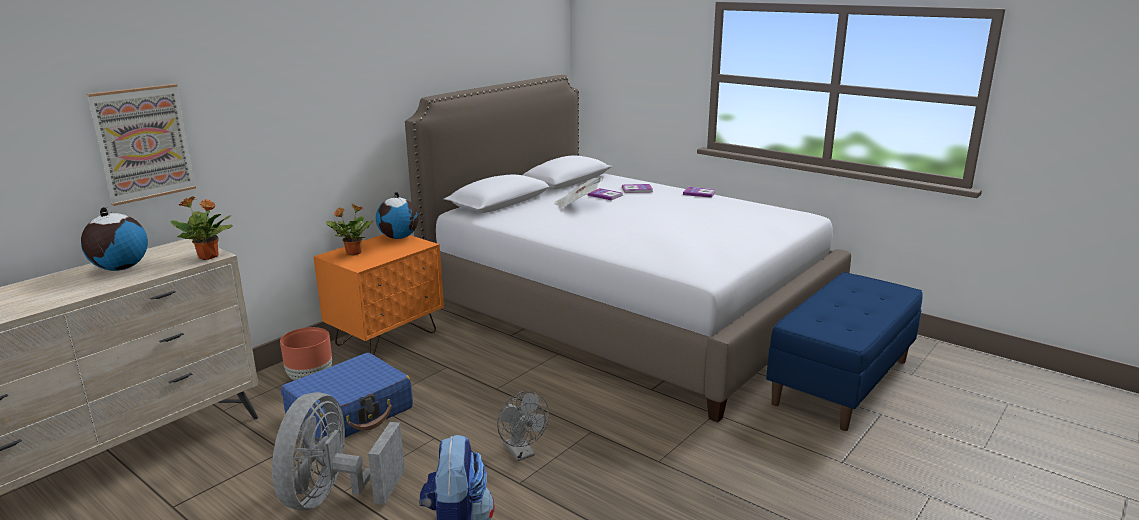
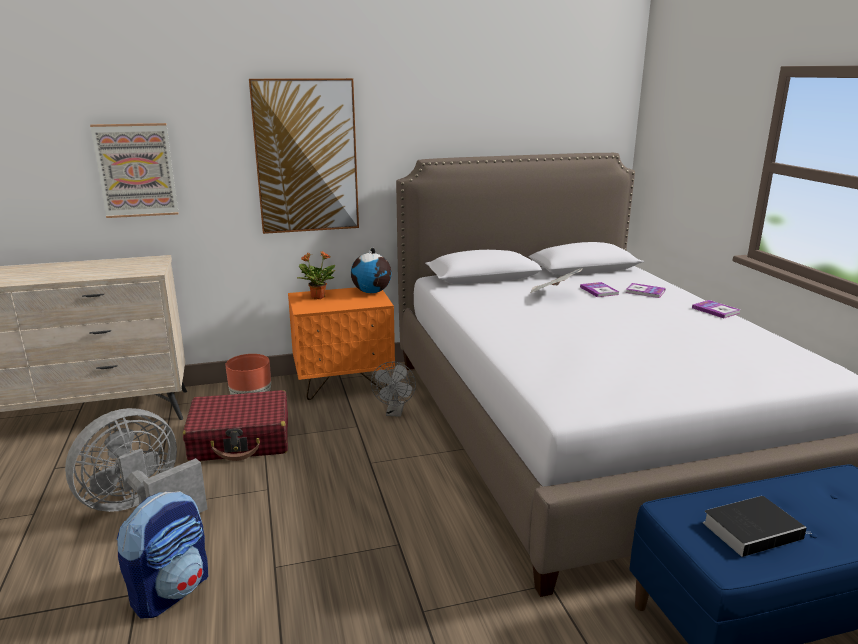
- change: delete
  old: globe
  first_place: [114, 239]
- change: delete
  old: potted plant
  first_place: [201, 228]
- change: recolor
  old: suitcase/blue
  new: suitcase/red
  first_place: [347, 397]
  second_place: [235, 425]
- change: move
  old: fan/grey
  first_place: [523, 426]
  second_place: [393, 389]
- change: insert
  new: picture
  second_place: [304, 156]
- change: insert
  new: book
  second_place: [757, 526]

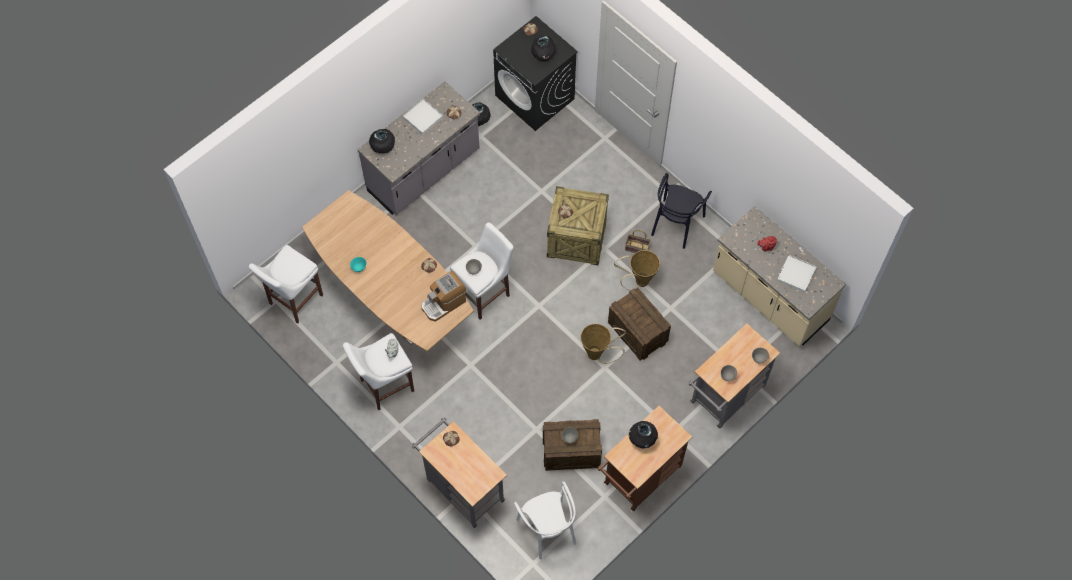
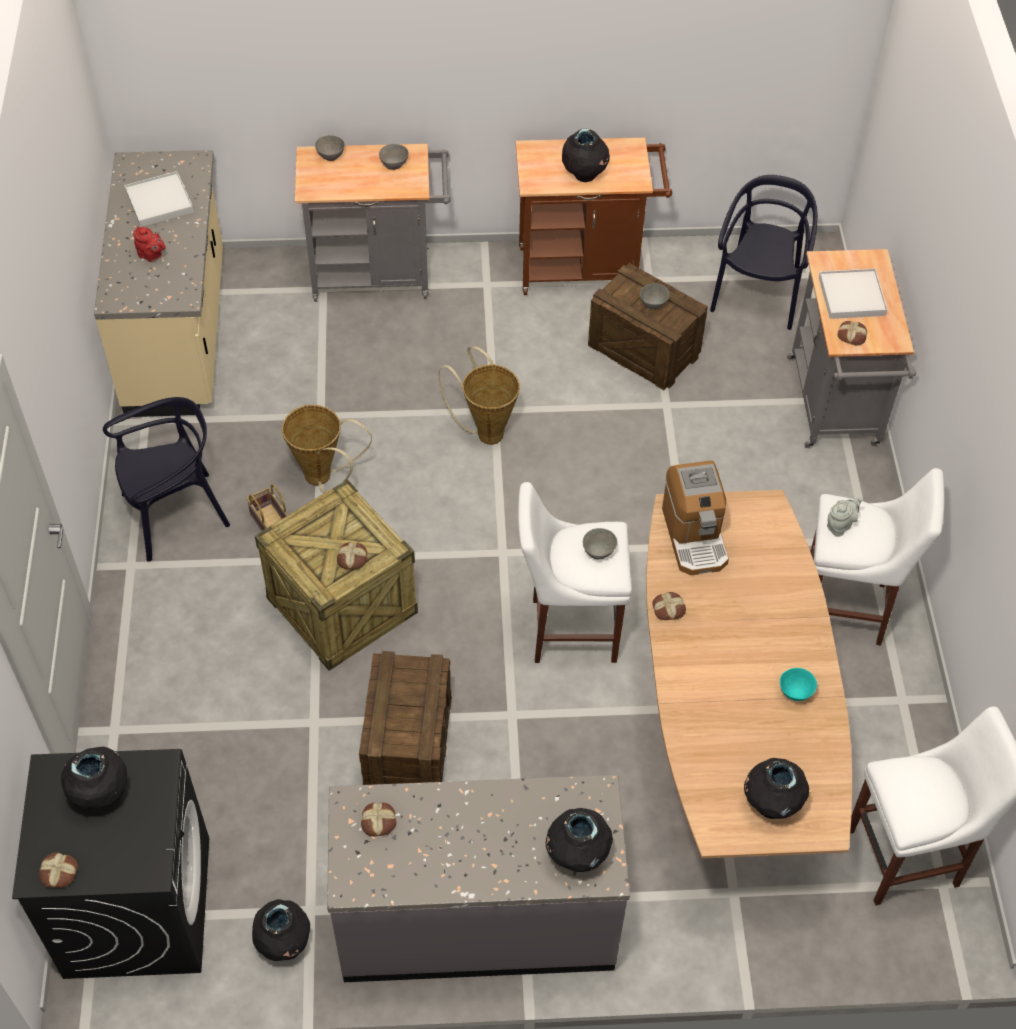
- change: move
  old: tray/white
  first_place: [423, 117]
  second_place: [853, 293]
- change: rotate
  old: coffee machine
  first_place: [444, 296]
  second_place: [695, 517]
  degrees: 75
- change: recolor
  old: chair/white
  new: chair/black
  first_place: [545, 520]
  second_place: [764, 252]
- change: move
  old: crate
  first_place: [639, 324]
  second_place: [405, 718]
- change: insert
  new: vase/black
  second_place: [776, 788]

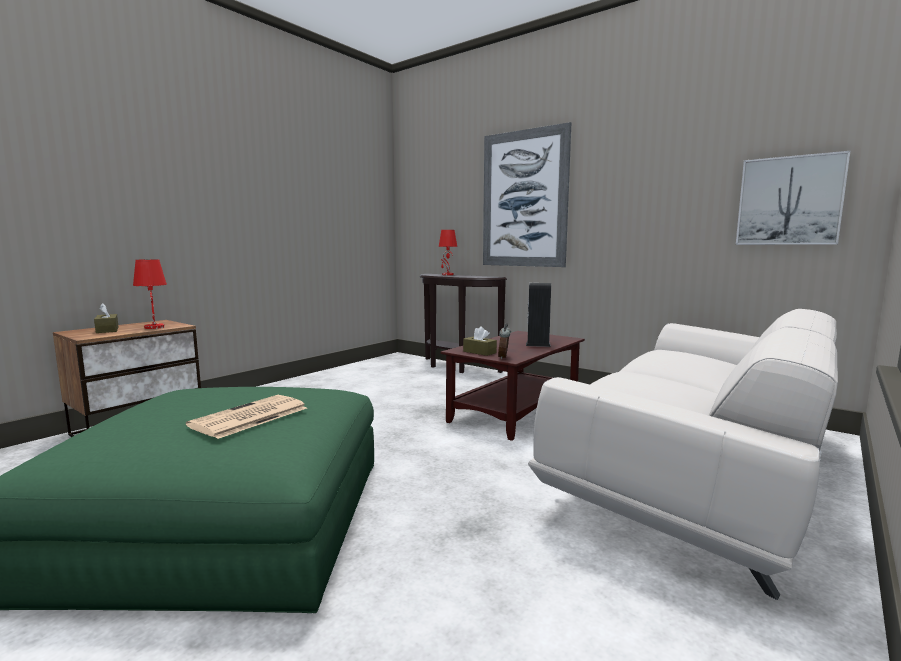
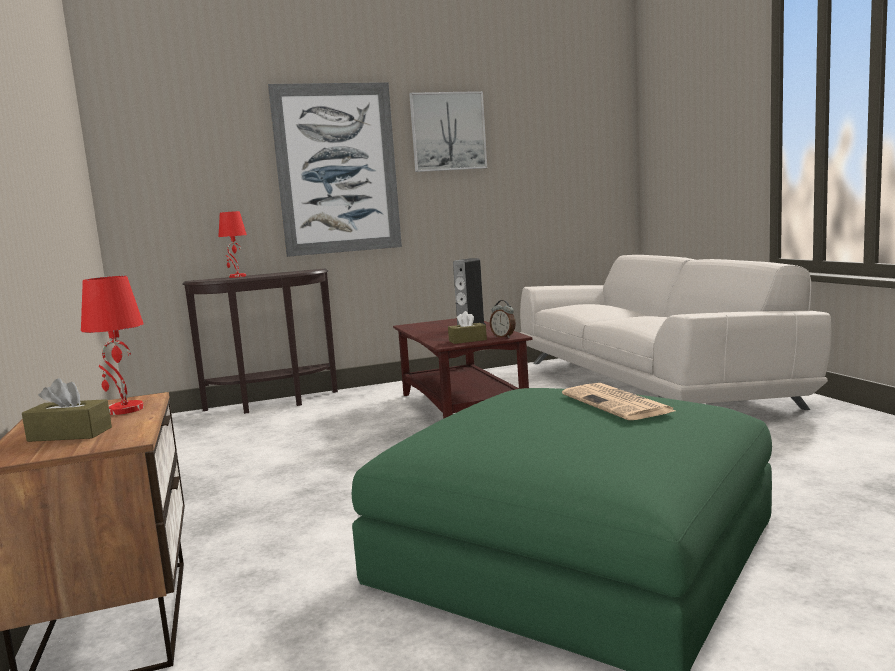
- change: move
  old: picture
  first_place: [793, 198]
  second_place: [448, 131]

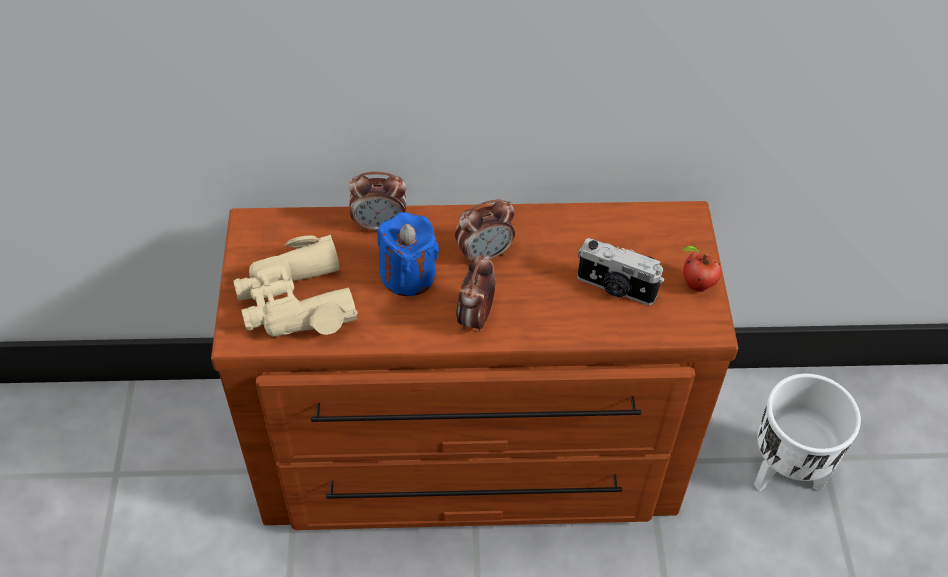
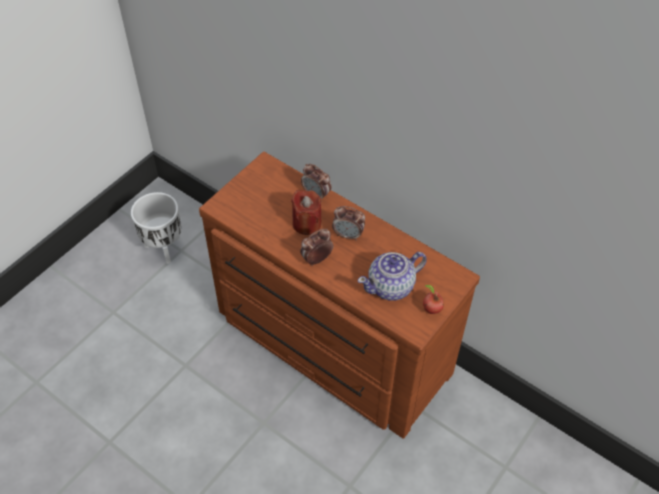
- change: delete
  old: binoculars/beige
  first_place: [296, 286]
- change: recolor
  old: candle/blue
  new: candle/red
  first_place: [408, 254]
  second_place: [306, 212]
- change: replace
  old: photo camera
  new: teapot
  first_place: [620, 271]
  second_place: [392, 276]
- change: move
  old: planter/white
  first_place: [807, 432]
  second_place: [156, 228]

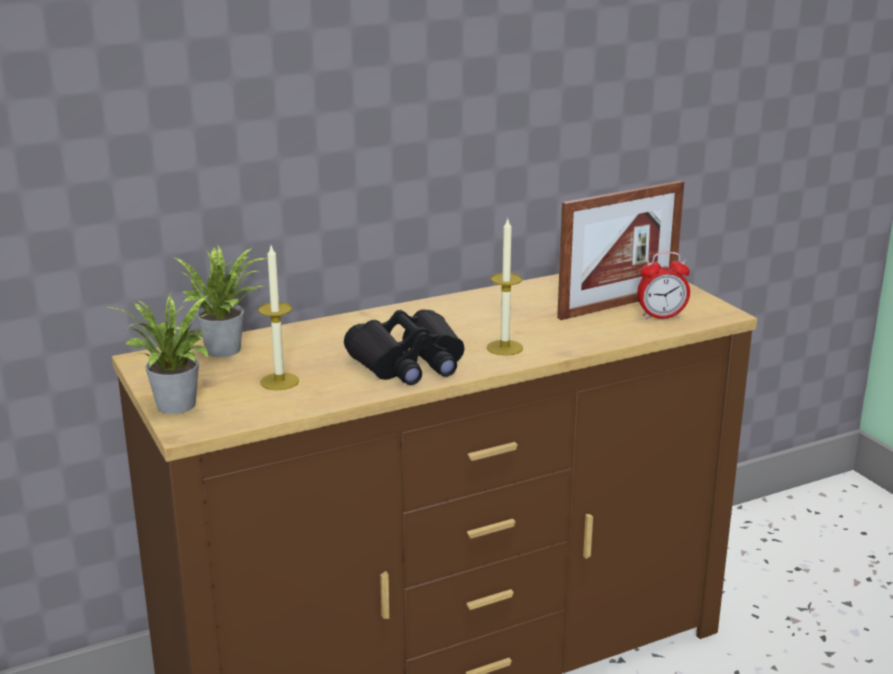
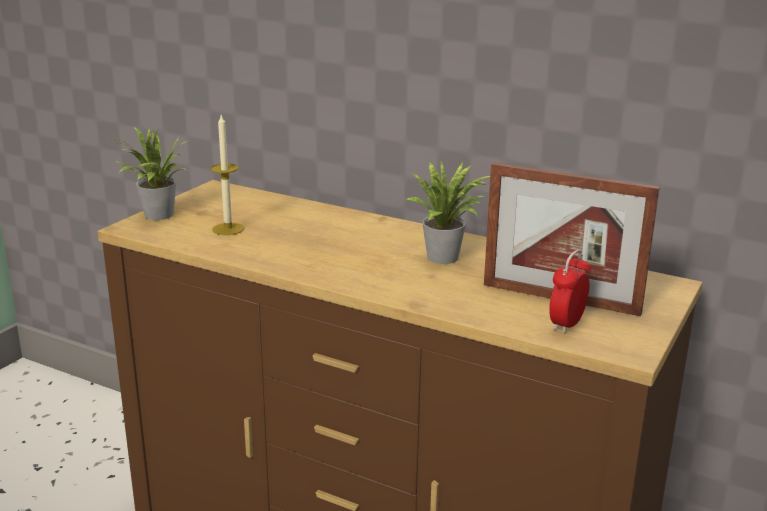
- change: move
  old: potted plant
  first_place: [220, 300]
  second_place: [448, 212]
- change: delete
  old: binoculars/black
  first_place: [404, 347]
- change: delete
  old: candle
  first_place: [505, 287]
- change: rotate
  old: alarm clock
  first_place: [663, 285]
  second_place: [570, 291]
  degrees: 75

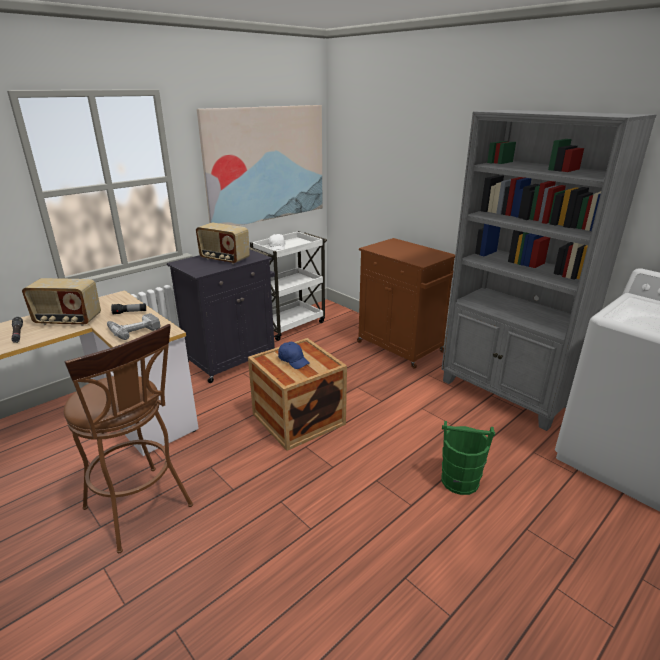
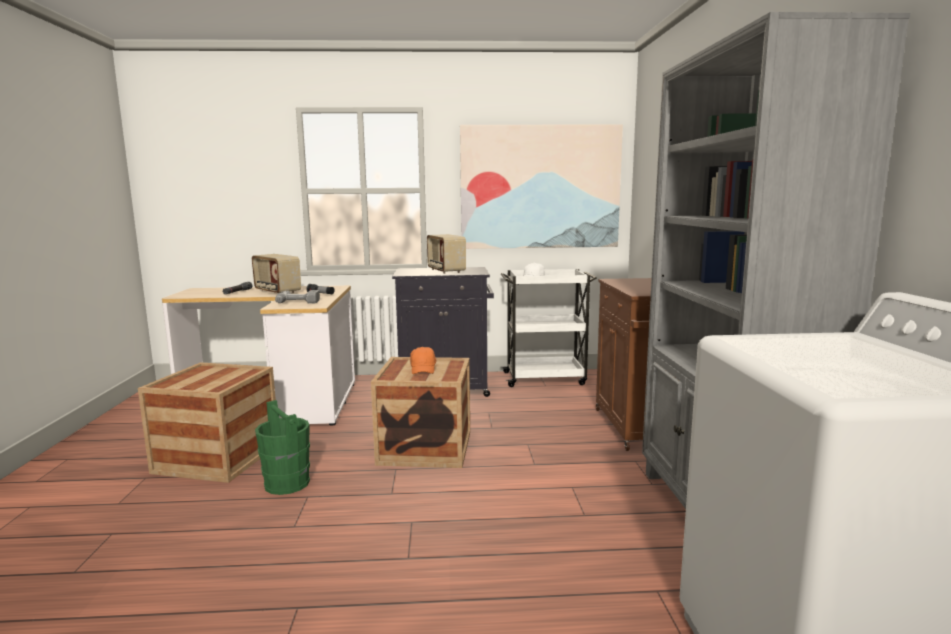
- change: replace
  old: stool/brown
  new: crate
  first_place: [128, 438]
  second_place: [207, 422]
- change: recolor
  old: cap/blue
  new: cap/orange
  first_place: [294, 355]
  second_place: [423, 360]
- change: move
  old: bucket/green
  first_place: [468, 458]
  second_place: [282, 447]

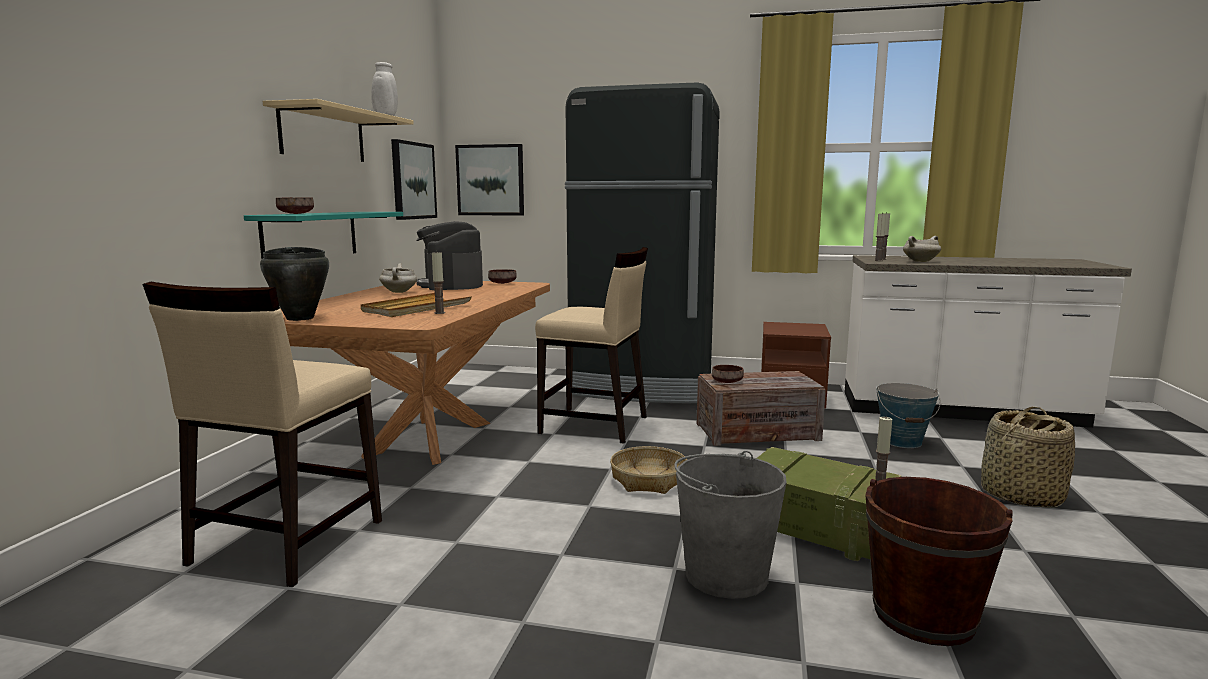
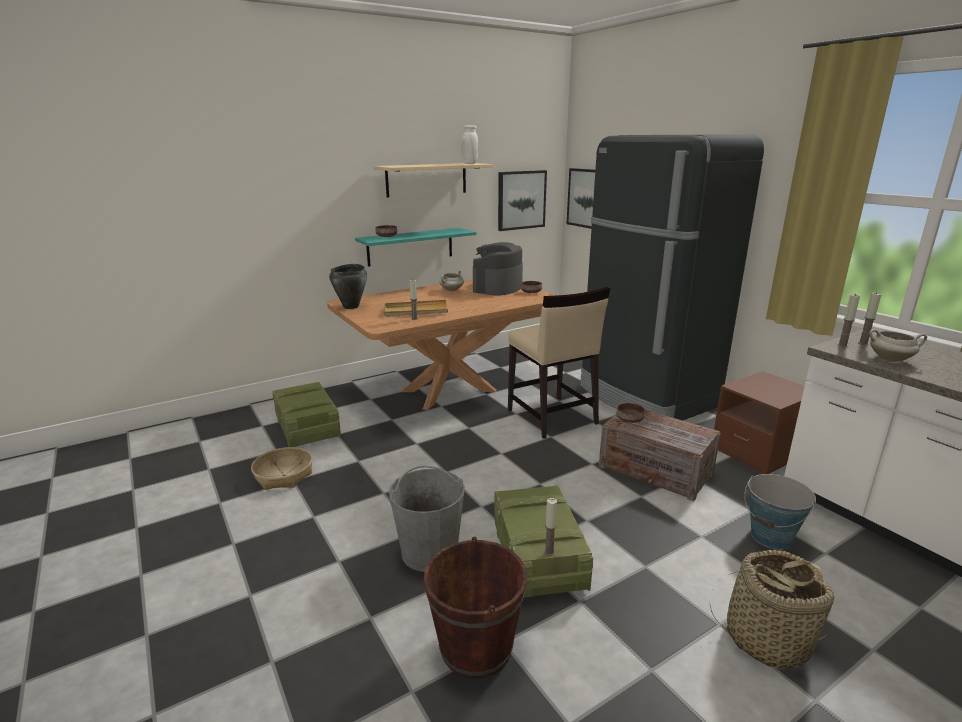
- change: replace
  old: chair/beige
  new: crate
  first_place: [262, 434]
  second_place: [306, 414]
- change: move
  old: basket
  first_place: [648, 470]
  second_place: [281, 468]

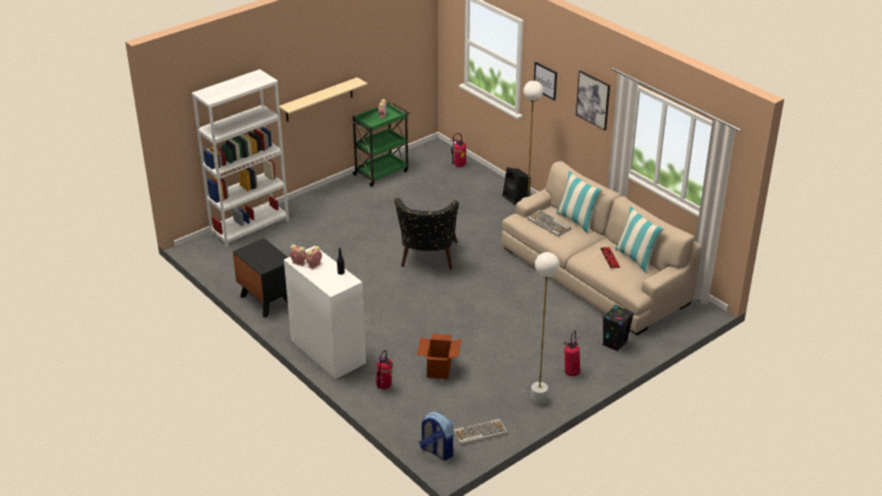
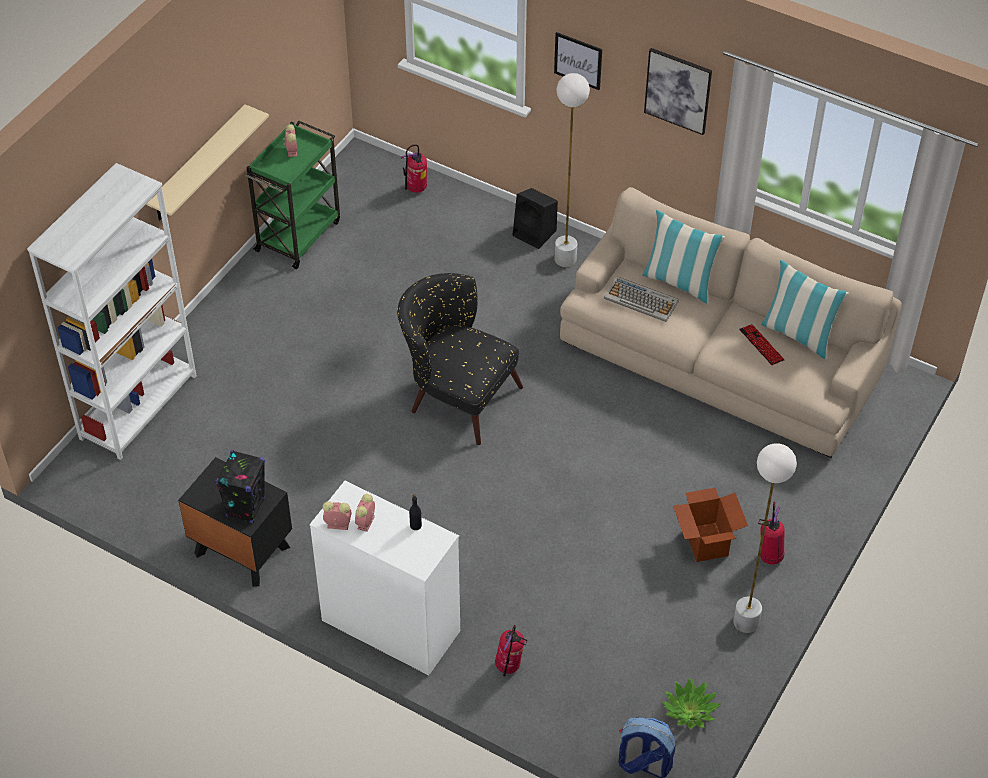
- change: rotate
  old: armchair/black
  first_place: [427, 234]
  second_place: [460, 359]
  degrees: 135
- change: move
  old: cardboard box
  first_place: [439, 356]
  second_place: [710, 524]
- change: replace
  old: keyboard
  new: potted plant
  first_place: [480, 432]
  second_place: [692, 704]
- change: move
  old: speaker/black
  first_place: [618, 328]
  second_place: [240, 486]

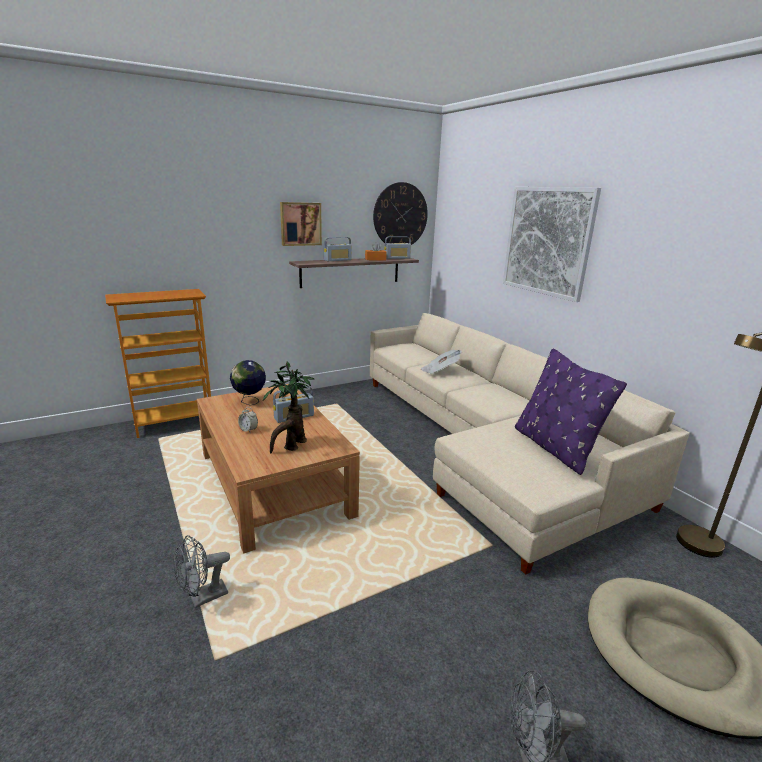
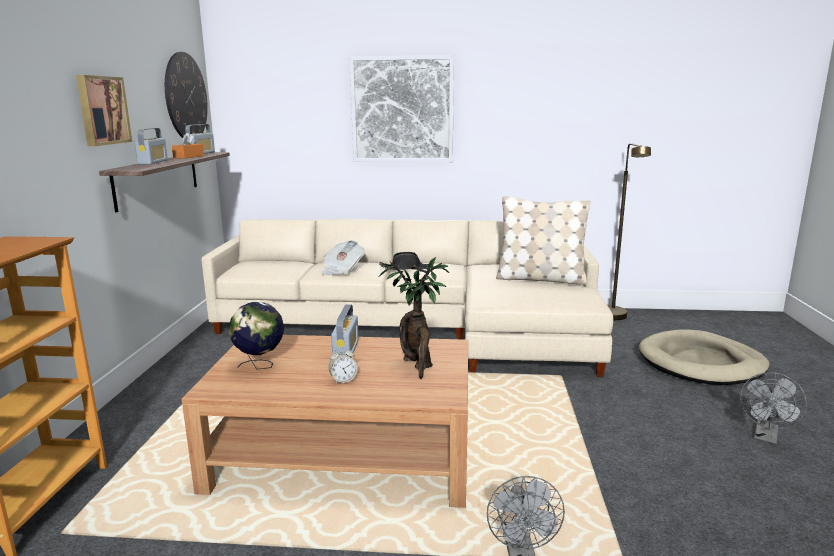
- change: recolor
  old: pillow/purple
  new: pillow/beige
  first_place: [571, 411]
  second_place: [543, 240]
- change: insert
  new: hat/black
  second_place: [404, 261]

